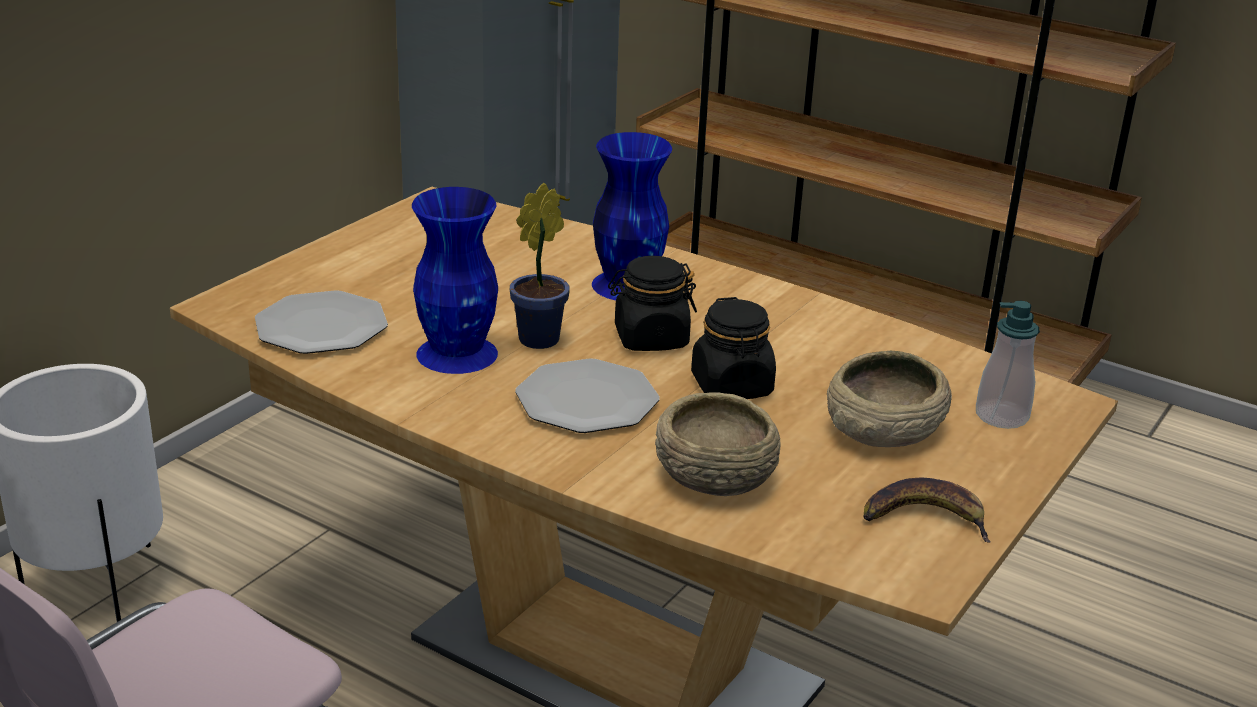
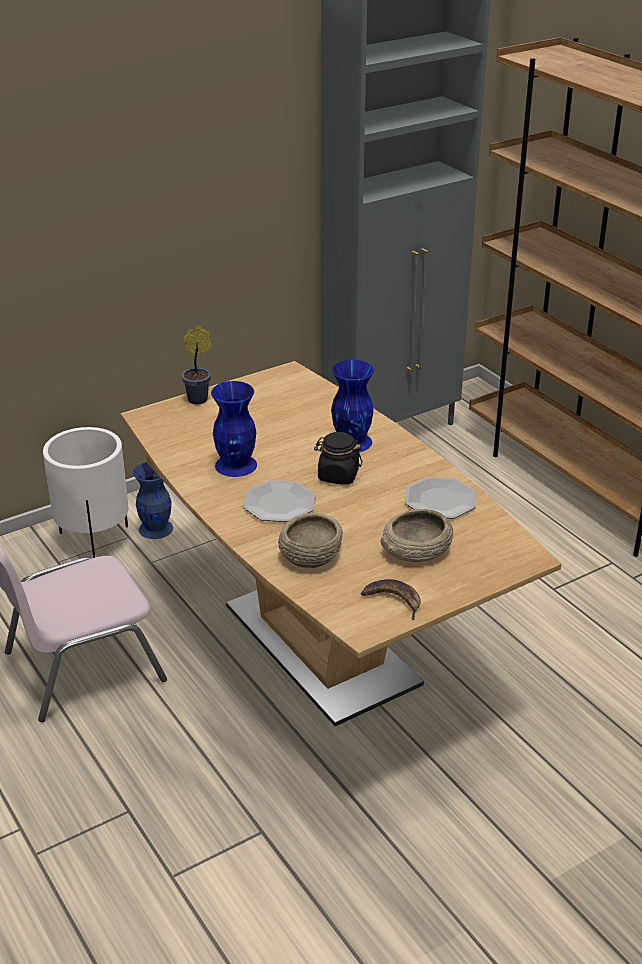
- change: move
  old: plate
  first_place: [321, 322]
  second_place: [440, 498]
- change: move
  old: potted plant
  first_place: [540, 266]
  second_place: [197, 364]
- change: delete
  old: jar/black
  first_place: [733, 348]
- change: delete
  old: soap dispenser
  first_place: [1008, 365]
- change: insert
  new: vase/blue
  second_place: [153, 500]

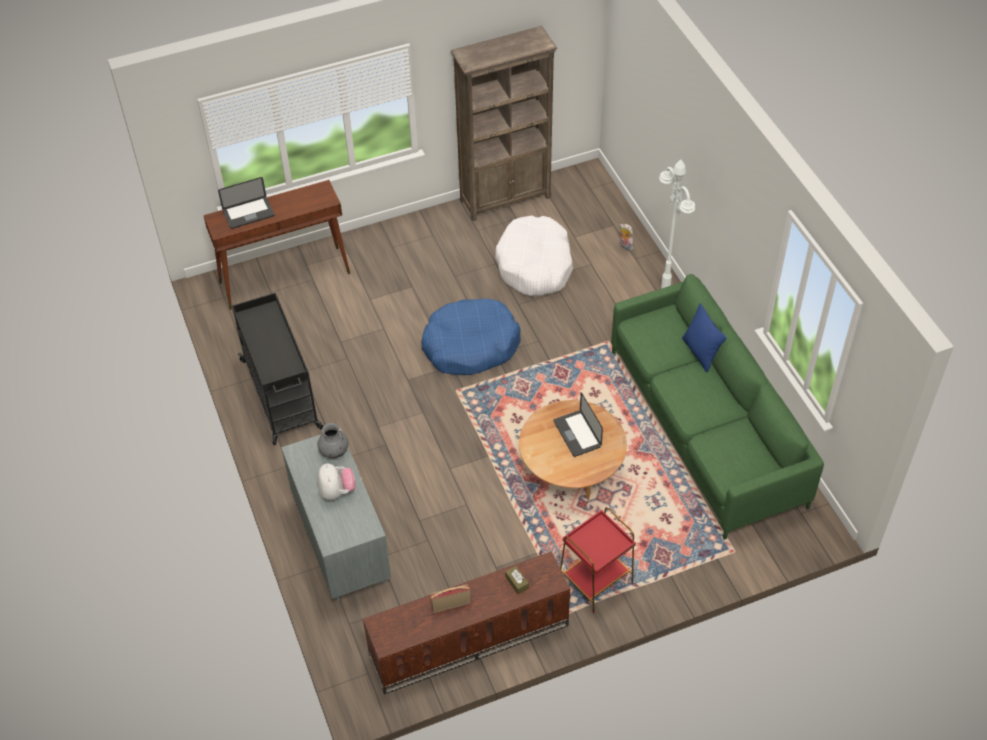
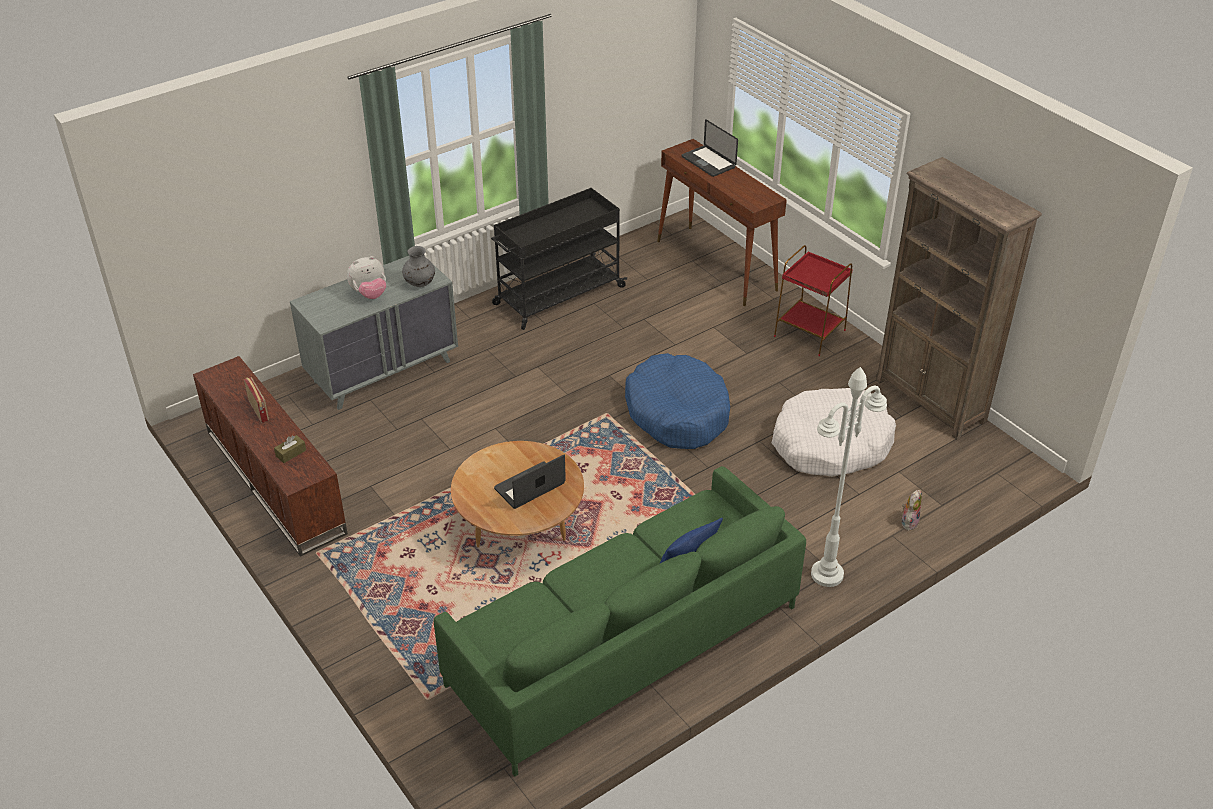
- change: move
  old: side table/red
  first_place: [598, 560]
  second_place: [813, 300]

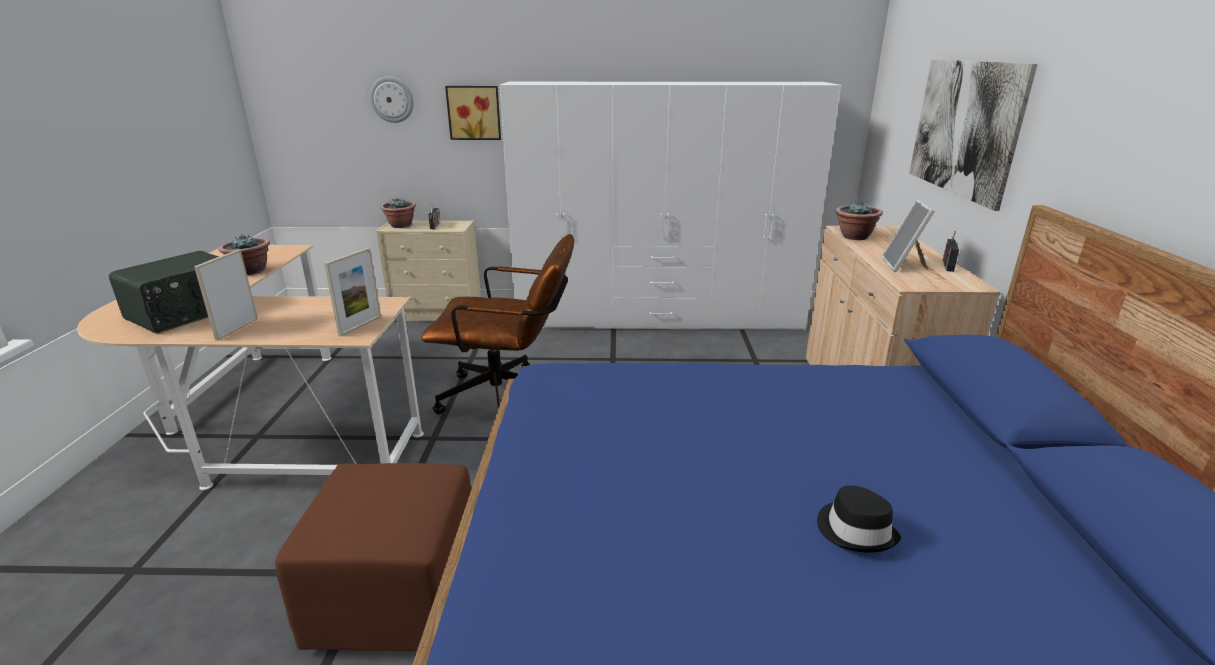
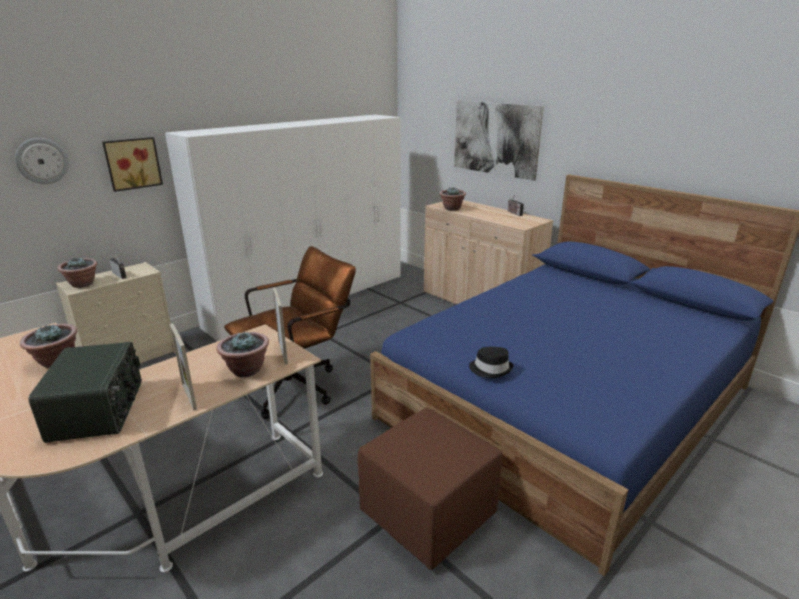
- change: move
  old: hat/black
  first_place: [859, 519]
  second_place: [491, 362]
- change: delete
  old: picture frame
  first_place: [908, 236]
- change: insert
  new: potted plant
  second_place: [242, 354]

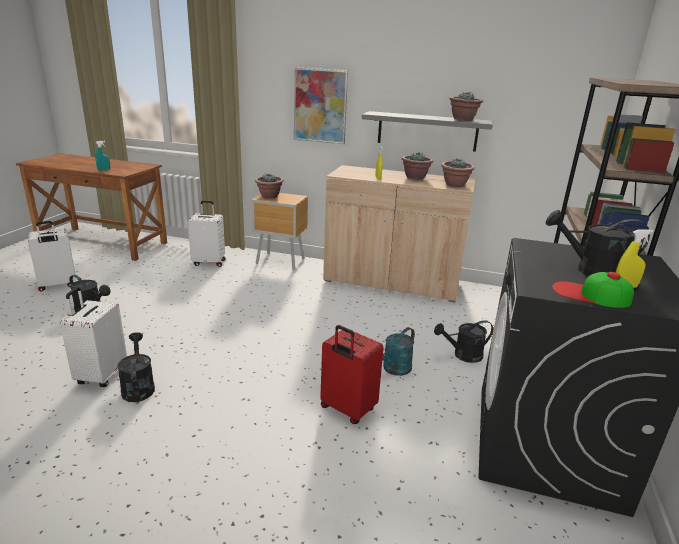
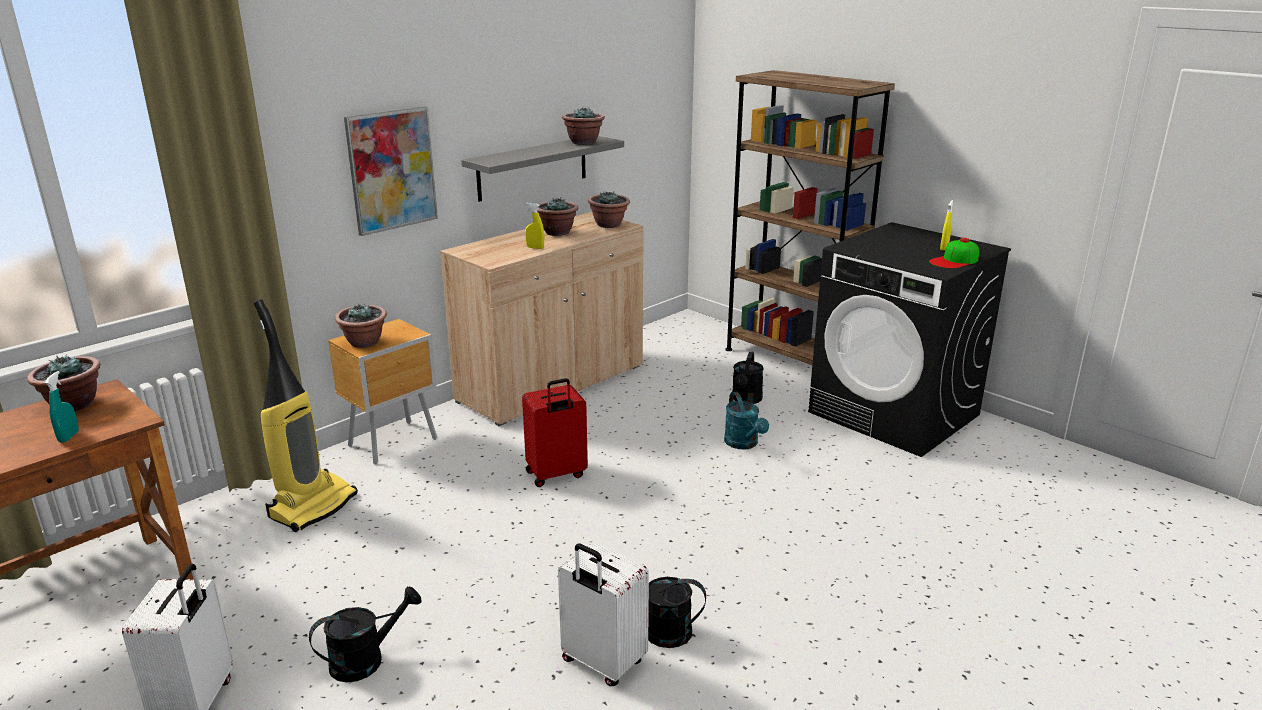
- change: replace
  old: suitcase/white
  new: vacuum cleaner
  first_place: [207, 234]
  second_place: [305, 415]
- change: move
  old: suitcase/red
  first_place: [352, 374]
  second_place: [555, 432]
- change: delete
  old: watering can/black
  first_place: [598, 243]
- change: insert
  new: potted plant
  second_place: [63, 382]

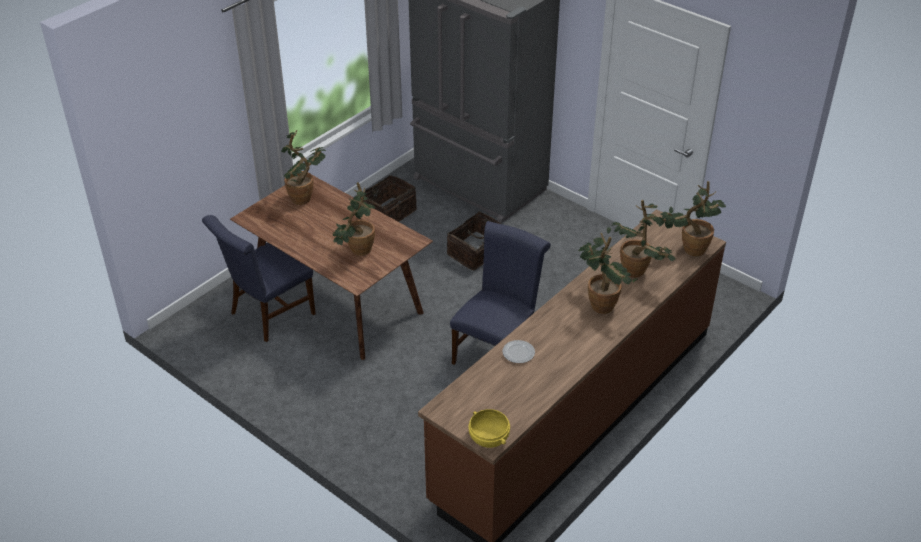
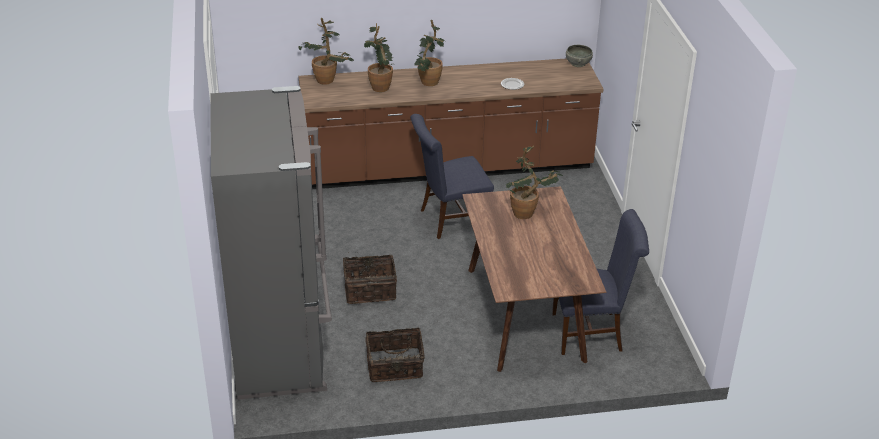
- change: delete
  old: potted plant
  first_place: [303, 167]
- change: recolor
  old: bowl/yellow
  new: bowl/grey
  first_place: [489, 428]
  second_place: [579, 56]

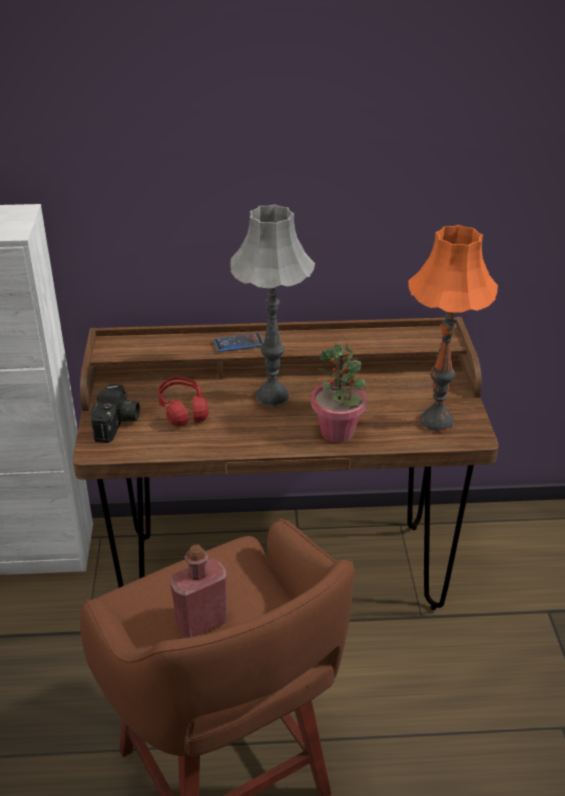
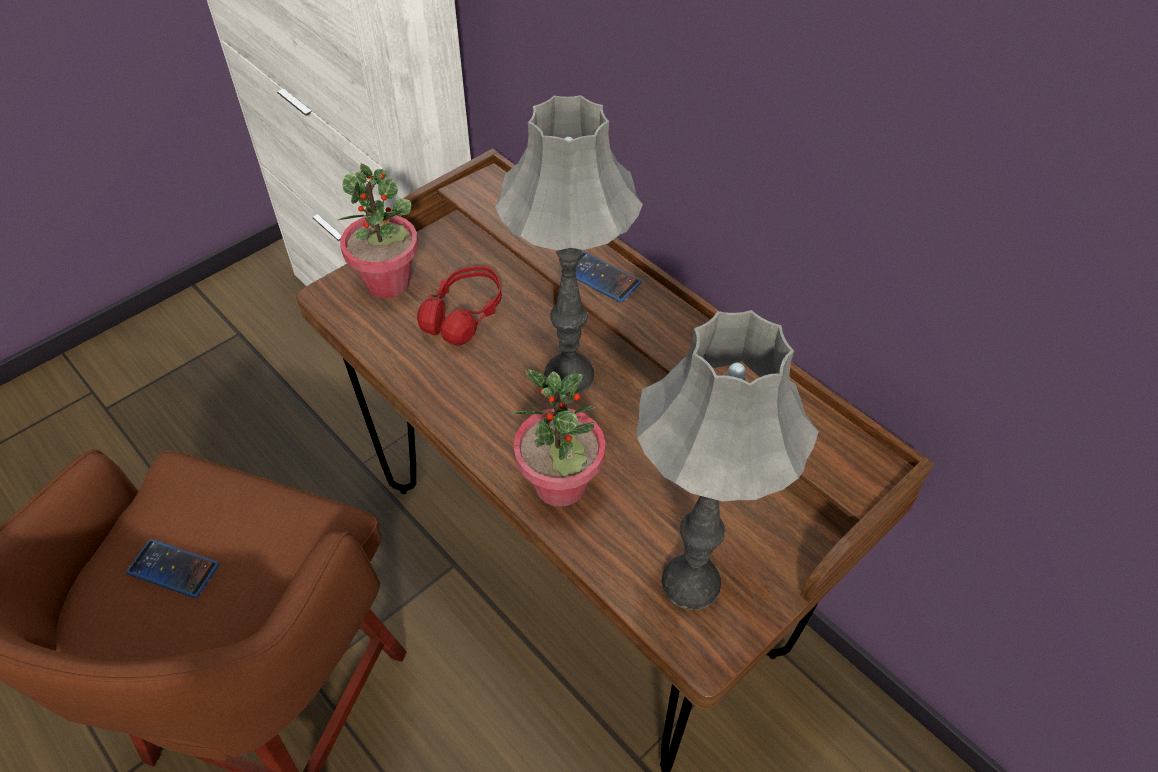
- change: replace
  old: photo camera
  new: potted plant
  first_place: [115, 413]
  second_place: [378, 231]
- change: replace
  old: bottle/red
  new: phone
  first_place: [198, 591]
  second_place: [172, 568]
- change: recolor
  old: table lamp/orange
  new: table lamp/grey
  first_place: [453, 329]
  second_place: [728, 460]

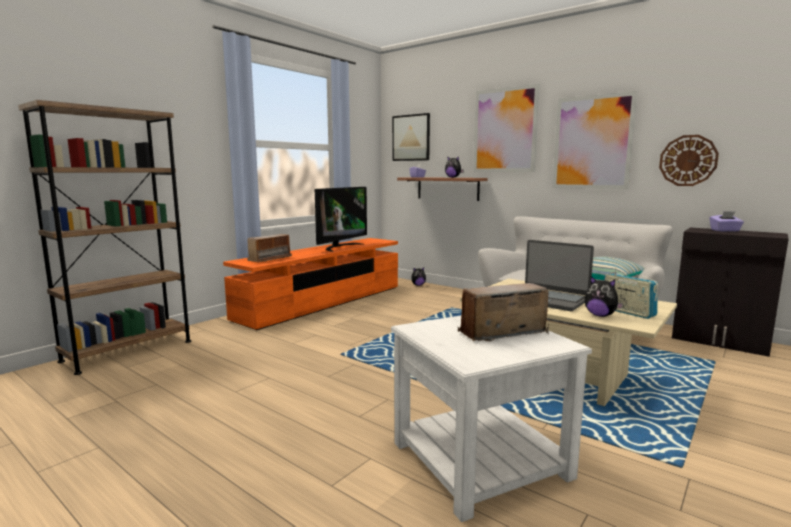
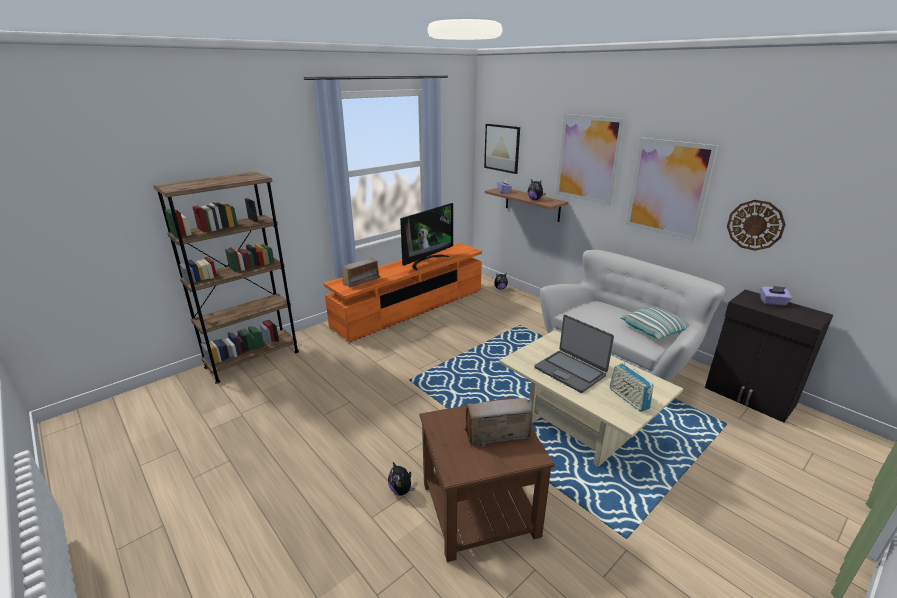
- change: recolor
  old: side table/white
  new: side table/brown
  first_place: [491, 419]
  second_place: [487, 479]
- change: move
  old: plush toy
  first_place: [604, 296]
  second_place: [401, 479]

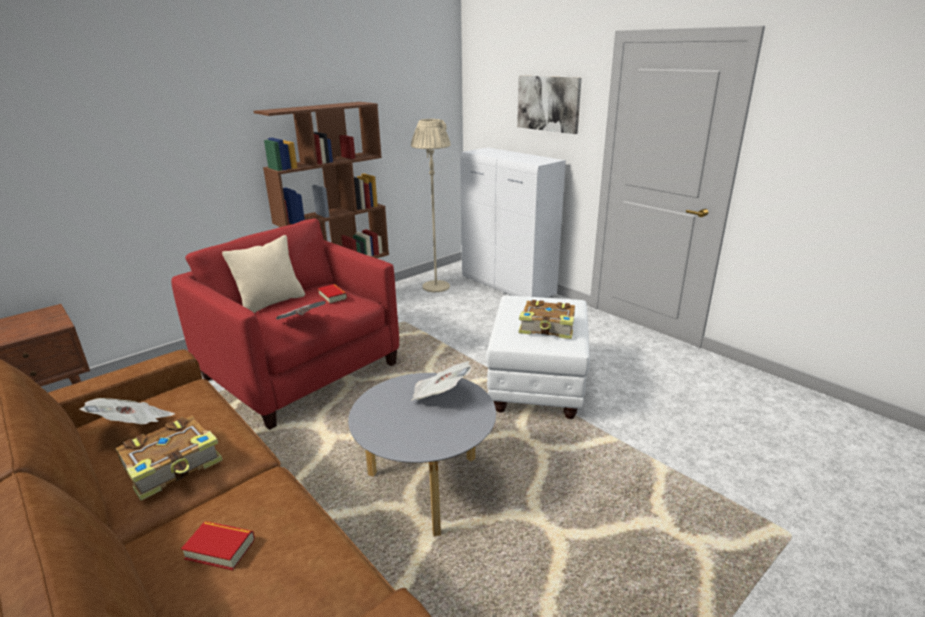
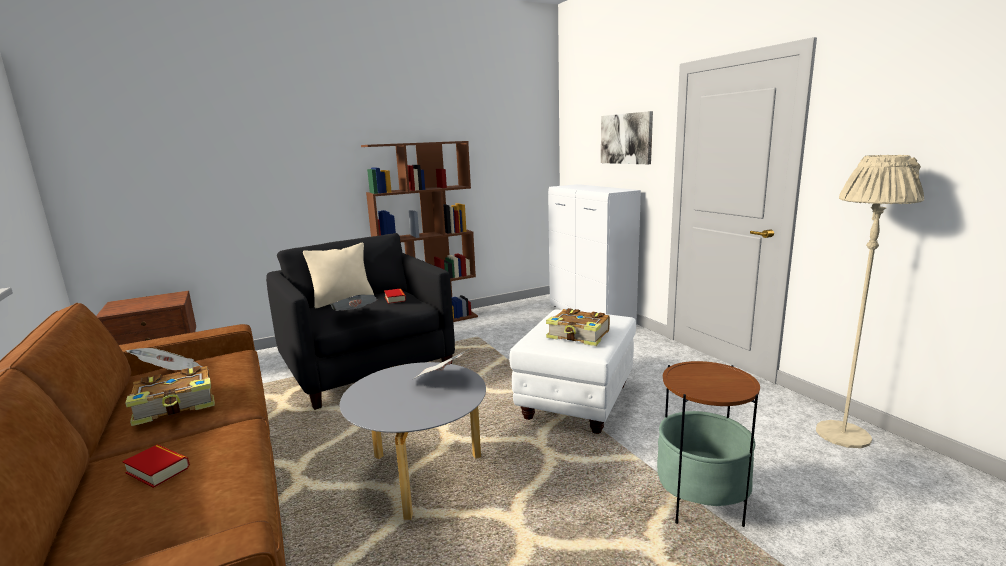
- change: recolor
  old: armchair/red
  new: armchair/black
  first_place: [285, 324]
  second_place: [360, 321]
- change: move
  old: floor lamp/beige
  first_place: [431, 205]
  second_place: [870, 301]
- change: insert
  new: side table
  second_place: [708, 444]

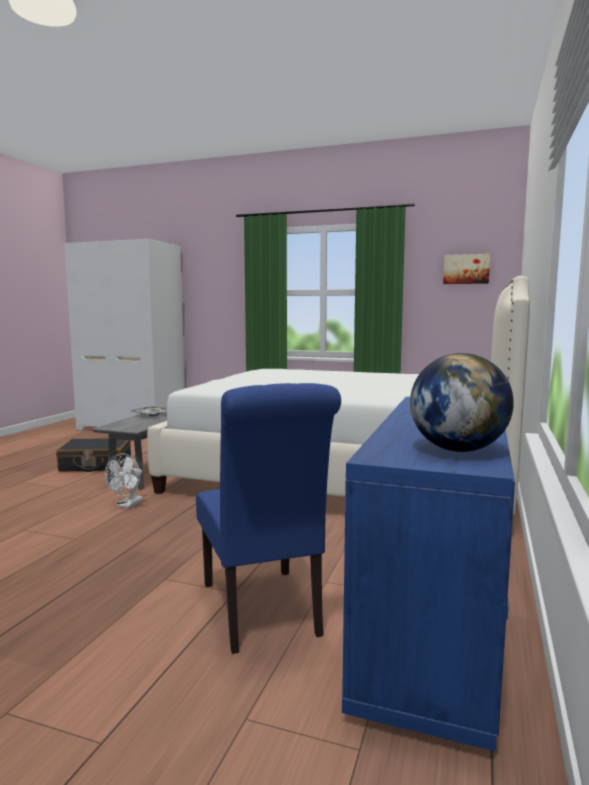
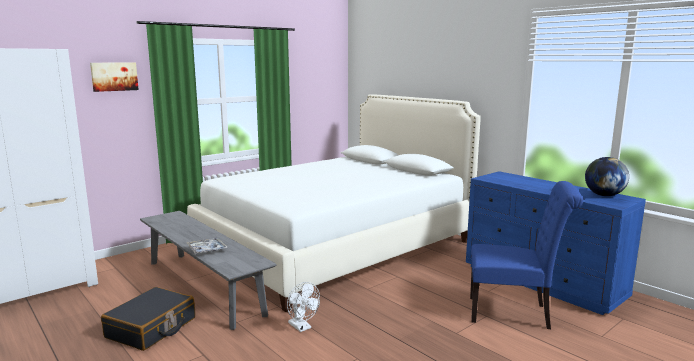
- change: move
  old: picture
  first_place: [466, 269]
  second_place: [114, 77]

